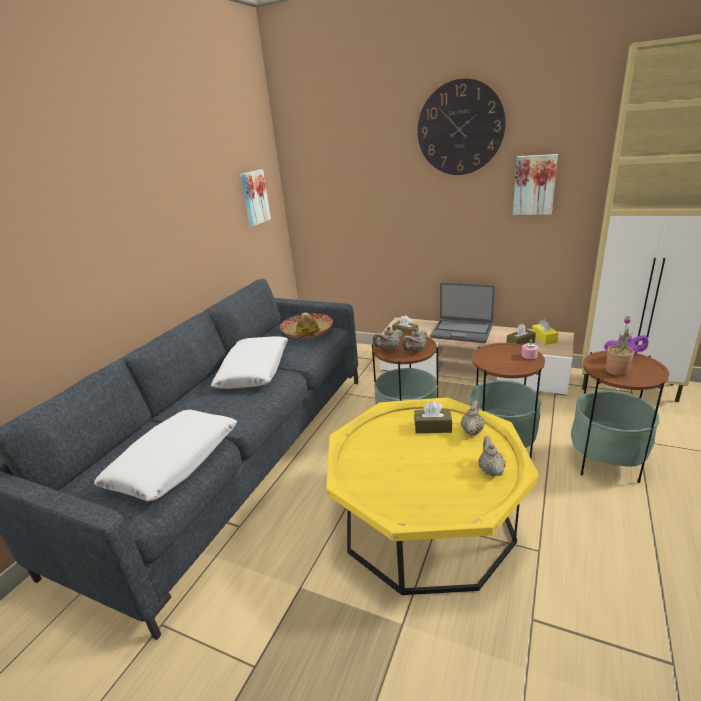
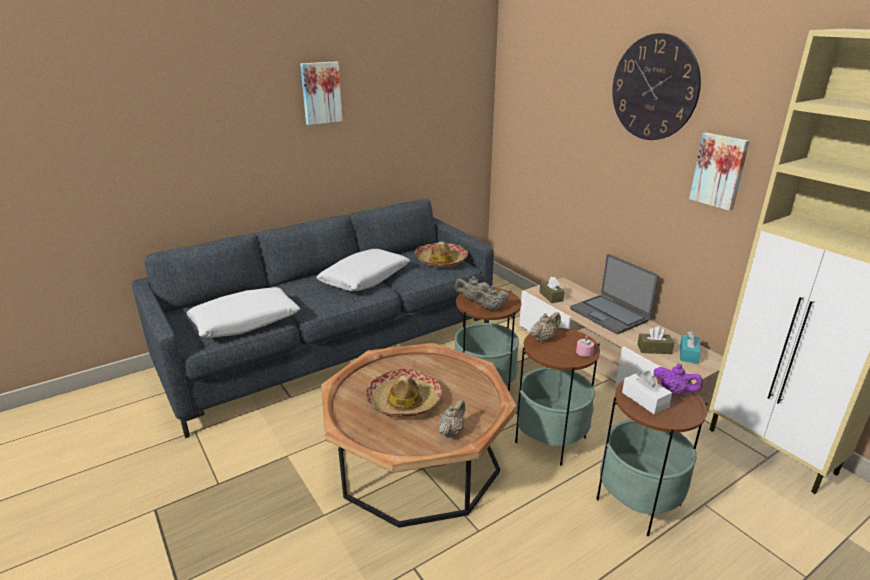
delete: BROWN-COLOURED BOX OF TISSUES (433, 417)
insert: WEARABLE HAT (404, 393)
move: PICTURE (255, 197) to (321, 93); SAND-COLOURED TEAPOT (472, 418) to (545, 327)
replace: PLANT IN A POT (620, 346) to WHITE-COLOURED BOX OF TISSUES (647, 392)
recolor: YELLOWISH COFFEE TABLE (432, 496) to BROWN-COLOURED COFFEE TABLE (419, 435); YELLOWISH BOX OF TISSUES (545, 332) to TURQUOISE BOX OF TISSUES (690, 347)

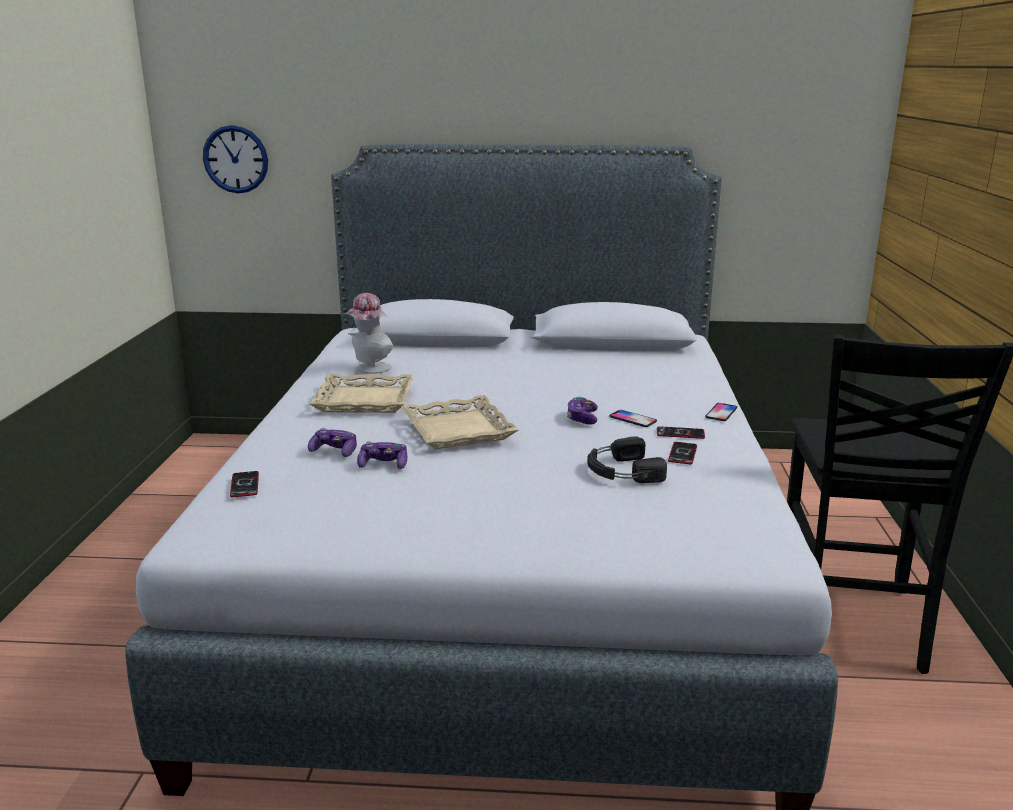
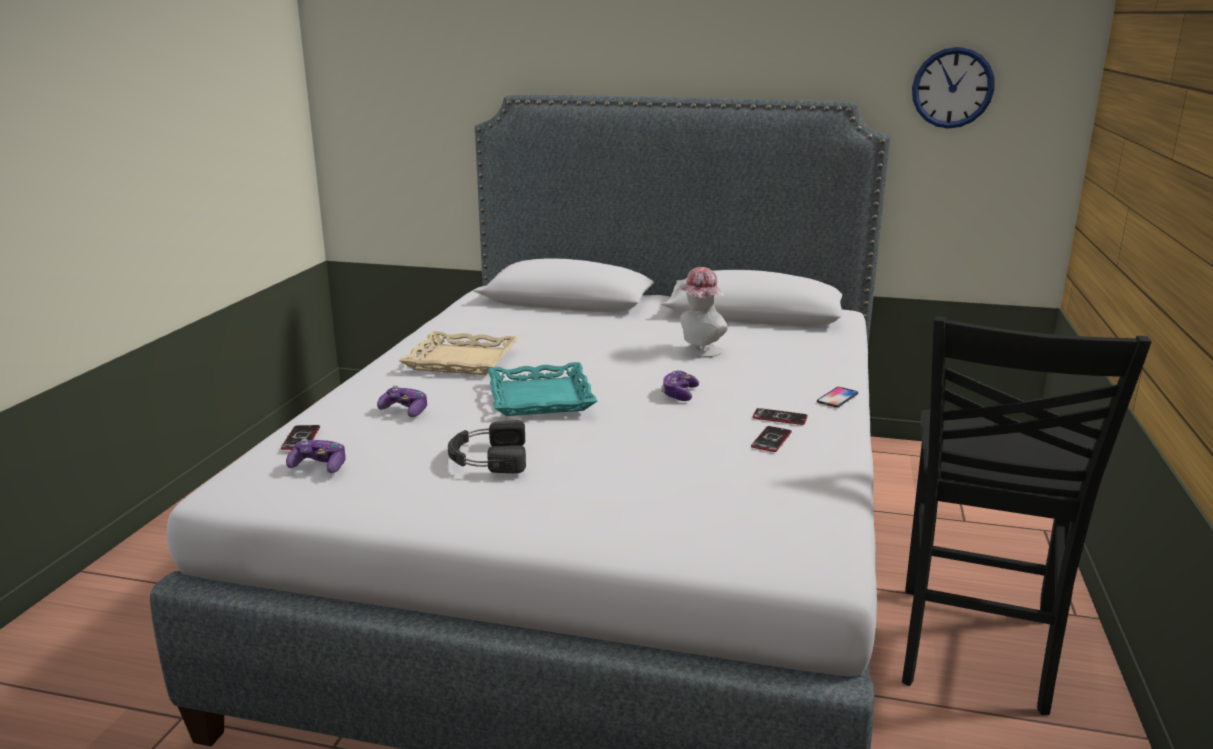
delete: TELEPHONE (633, 418)
move: HANGING CLOCK (235, 159) to (953, 88); WEARABLE HAT (368, 333) to (703, 312); GAME CONTROLLER (382, 455) to (316, 456); BLACK-COLOURED HEADPHONES (627, 459) to (487, 446)
recolor: SAND-COLOURED TRAY (460, 422) to TURQUOISE TRAY (542, 389)

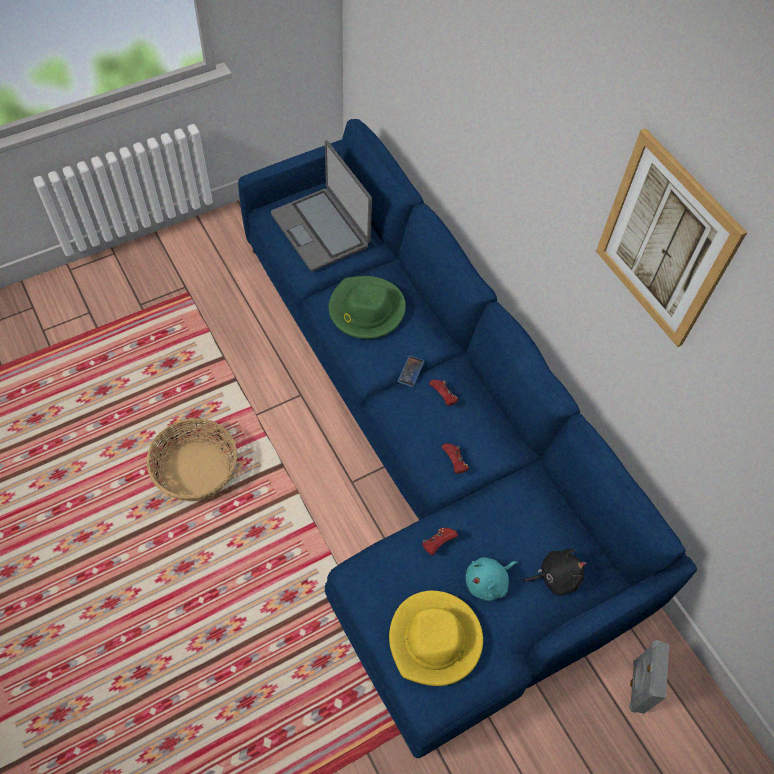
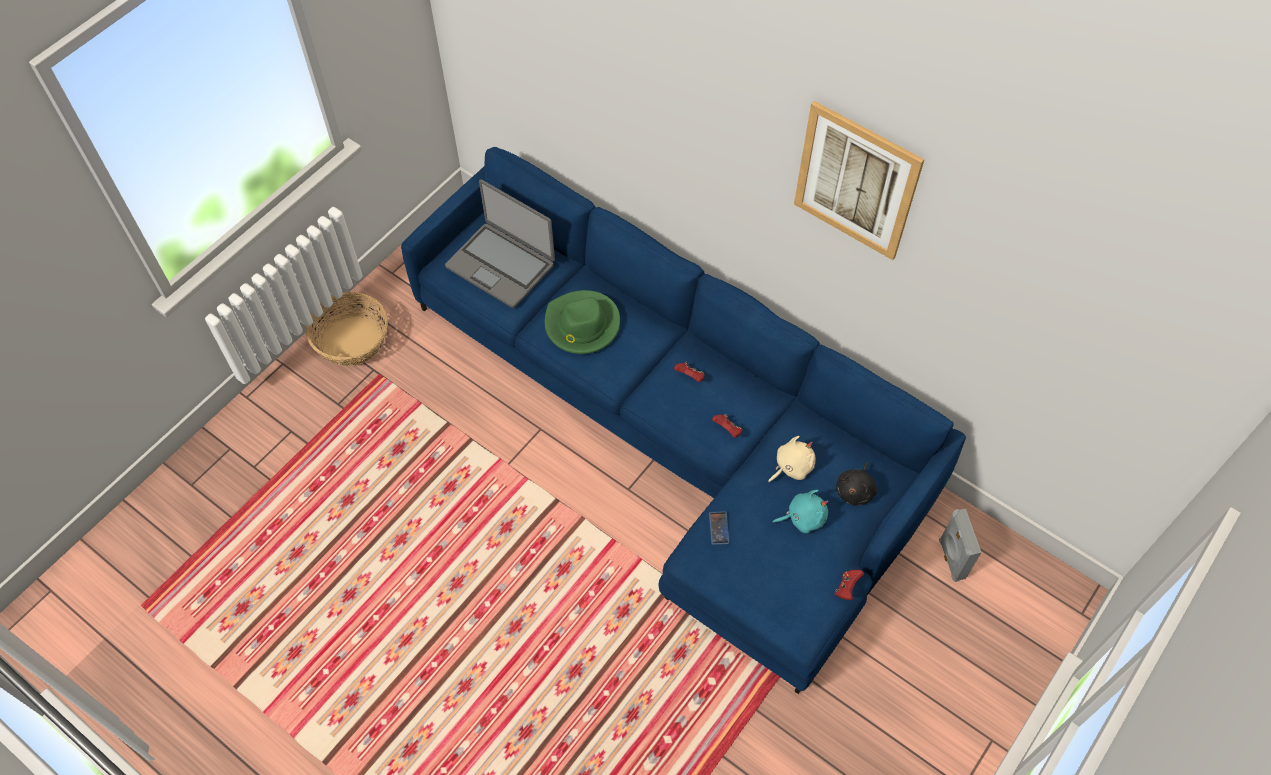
delete: YELLOWISH WEARABLE HAT (436, 638)
insert: SAND-COLOURED CUDDLY TOY (792, 459)
move: BASKET (192, 459) to (347, 329); TELEPHONE (411, 371) to (719, 528); RED GAME CONTROLLER (440, 541) to (849, 585)
rotate: TURQUOISE CUDDLY TOY (491, 579) = (800, 511) 135 degrees counterclockwise; BLACK-COLOURED CUDDLY TOY (554, 572) = (856, 484) 150 degrees clockwise

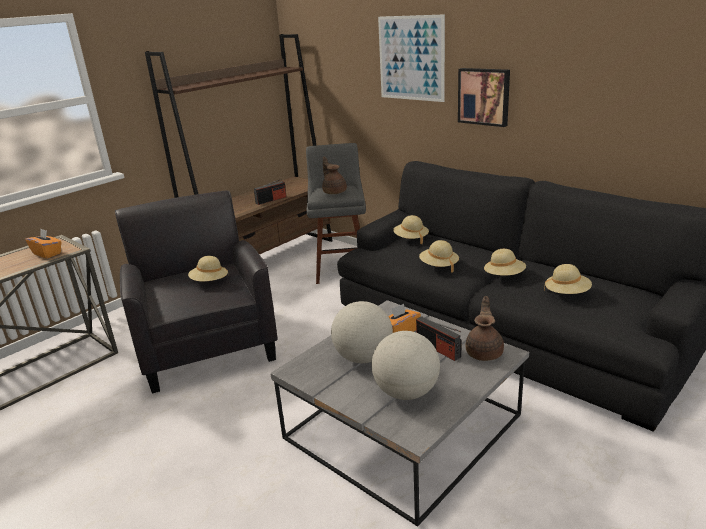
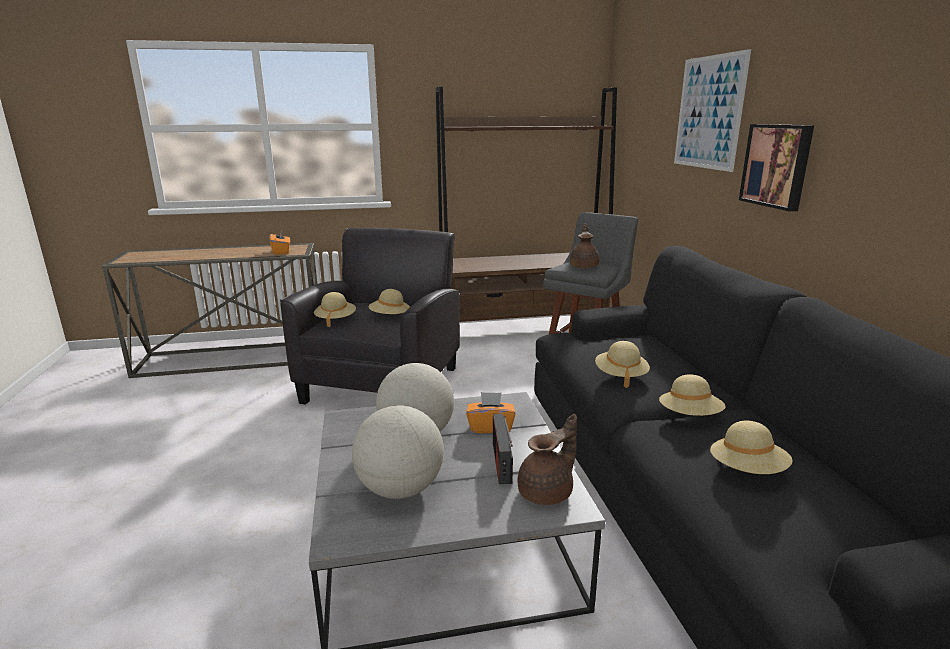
delete: RADIO (270, 192)
move: SAND-COLOURED WEARABLE HAT (411, 229) to (335, 309)

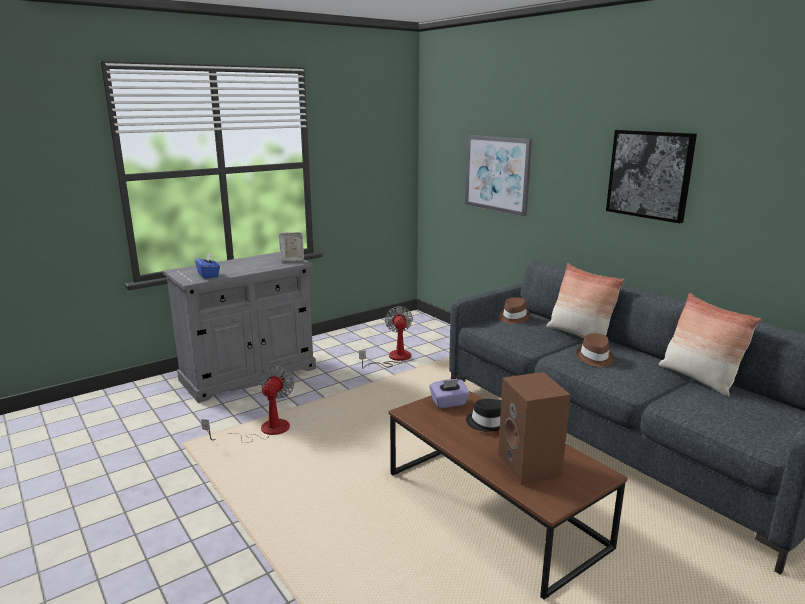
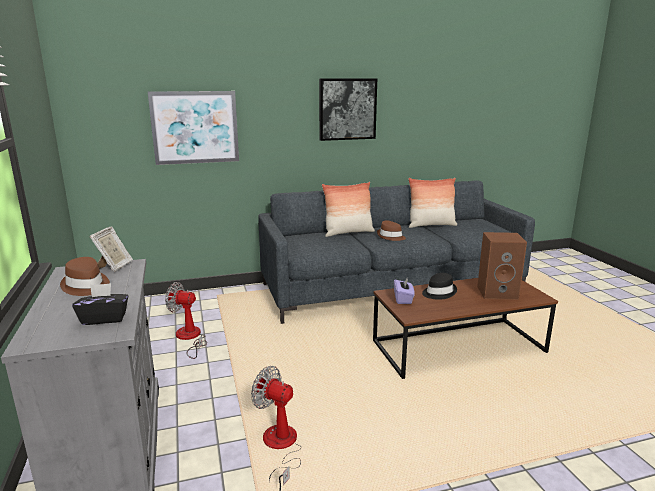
move: BROWN-COLOURED WEARABLE HAT (514, 310) to (85, 276)
recolor: BLUISH BOX OF TISSUES (207, 266) to BLACK-COLOURED BOX OF TISSUES (100, 304)

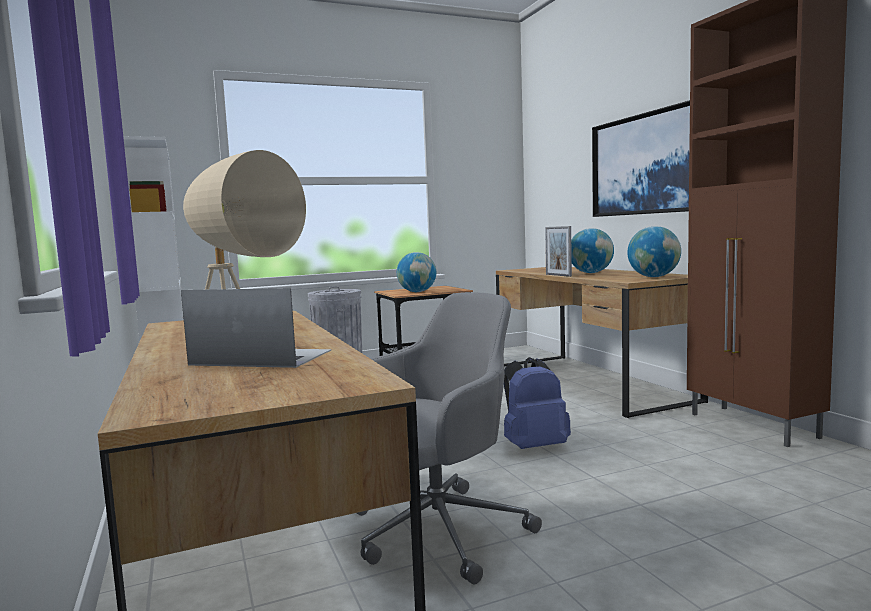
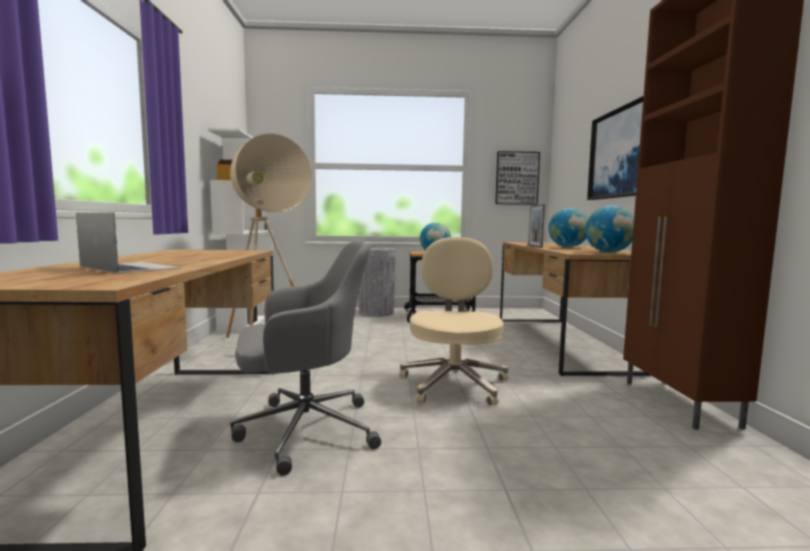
insert: PICTURE (517, 178)
replace: BLUISH KNAPSACK (537, 403) to SAND-COLOURED DESK CHAIR (454, 321)

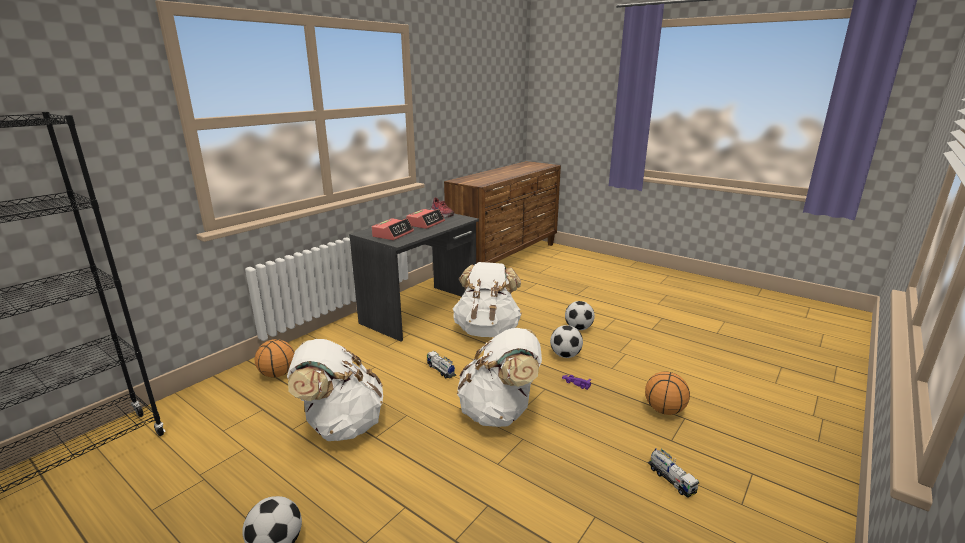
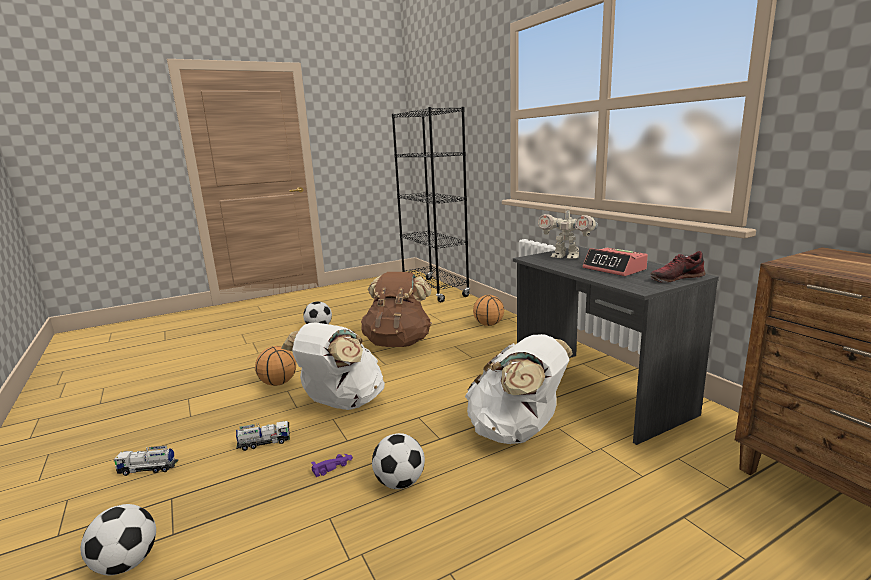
move: TOY TRUCK (441, 365) to (263, 436); FOOTBALL BALL (580, 315) to (118, 539); BASKETBALL BALL (667, 393) to (275, 366)
replace: ALARM CLOCK (393, 229) to MODEL ROBOT (568, 232)
recolor: WHITE-COLOURED KNAPSACK (335, 390) to BROWN-COLOURED KNAPSACK (396, 309)

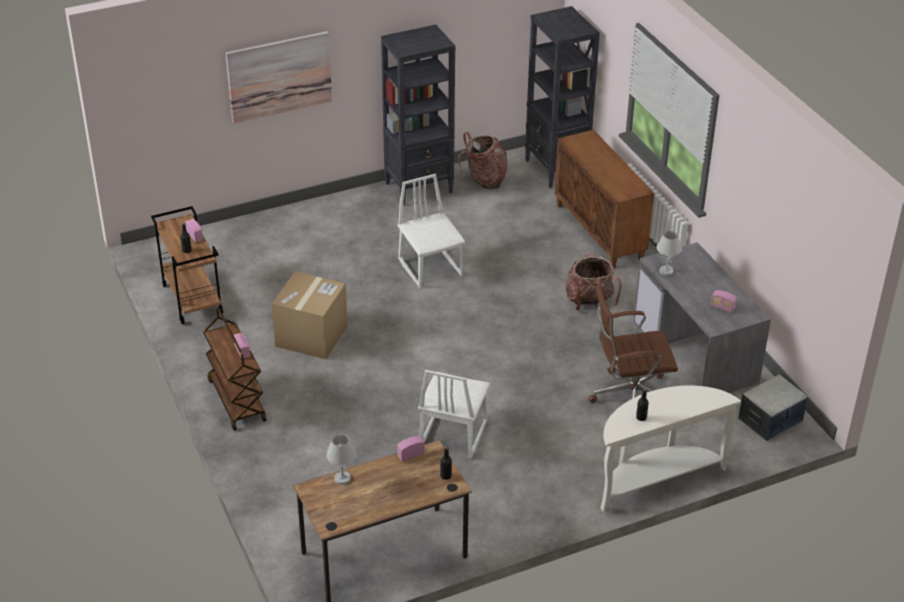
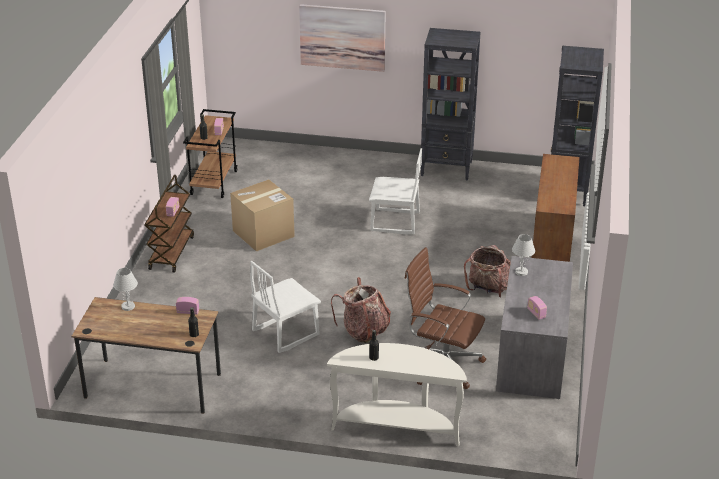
delete: STORAGE BOX (773, 407)
move: KNAPSACK (482, 160) to (361, 310)
rotate: WHITE-COLOURED UPRIGHT CHAIR (431, 231) = (395, 191) 90 degrees clockwise

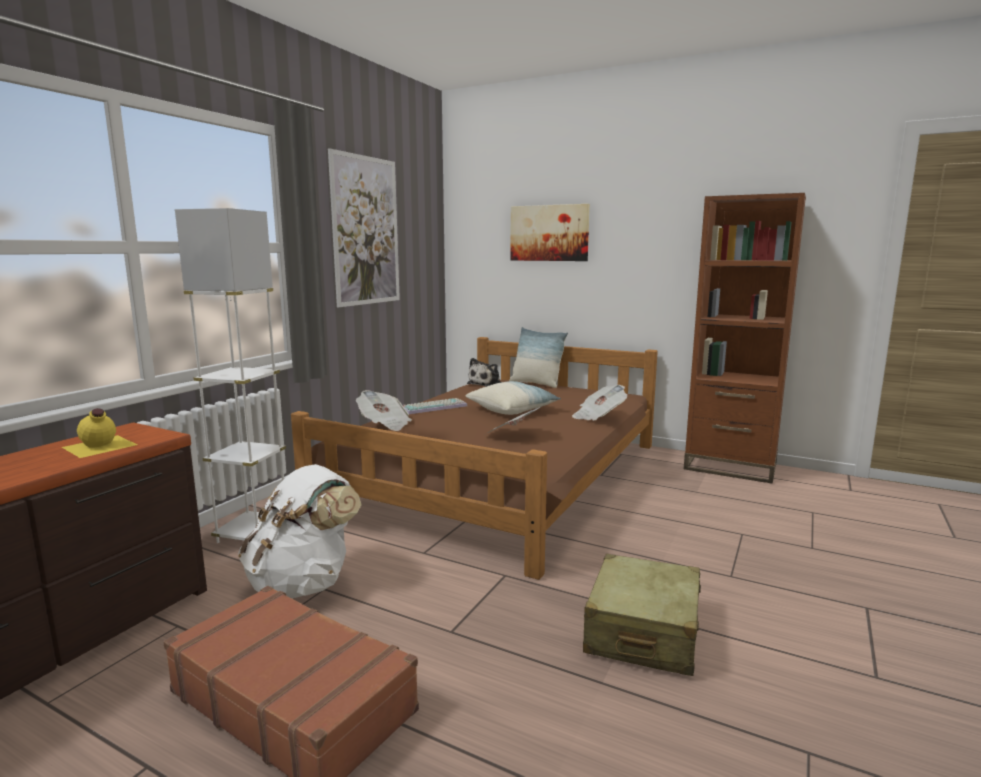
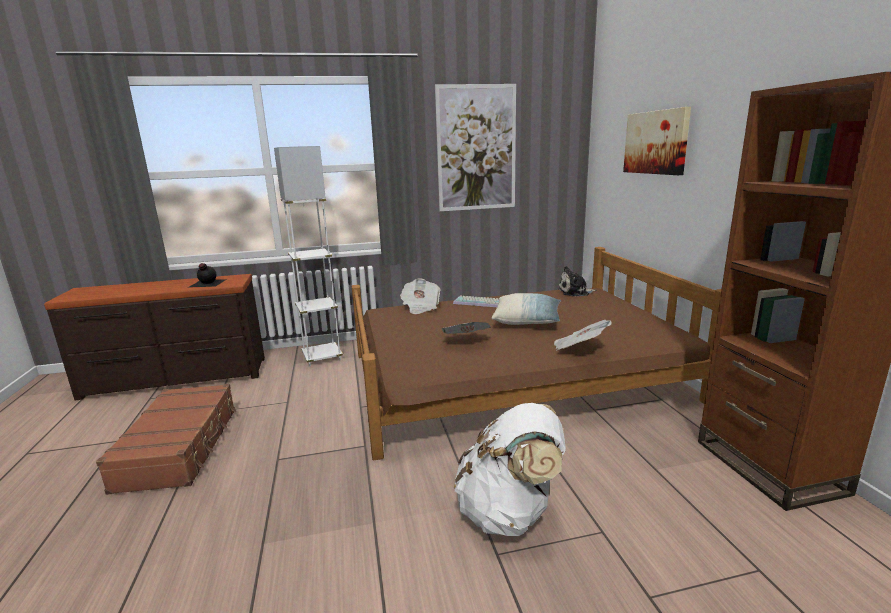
delete: THROW PILLOW (538, 357); SAND-COLOURED SUITCASE (642, 615)
move: WHITE-COLOURED KNAPSACK (300, 531) to (510, 469)
recolor: YELLOWISH BEVERAGE BOTTLE (99, 433) to BLACK-COLOURED BEVERAGE BOTTLE (207, 275)

